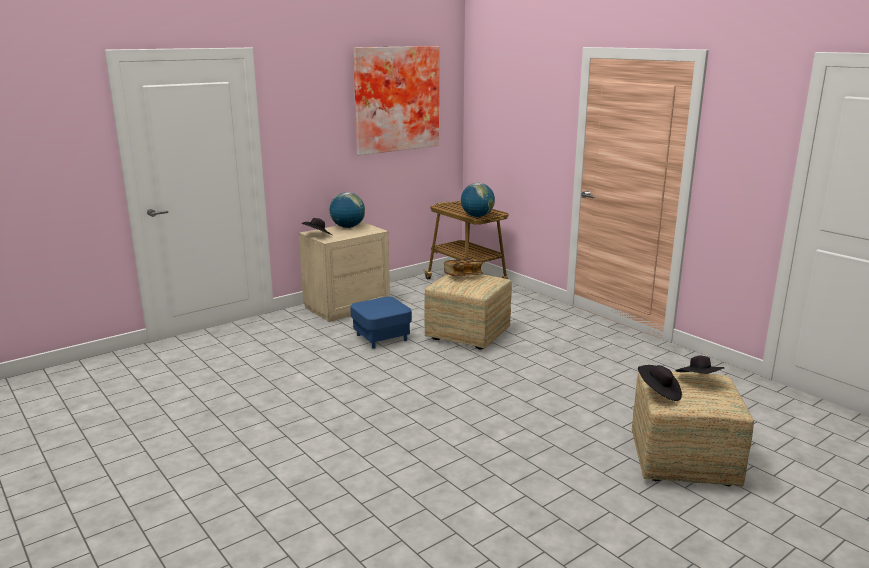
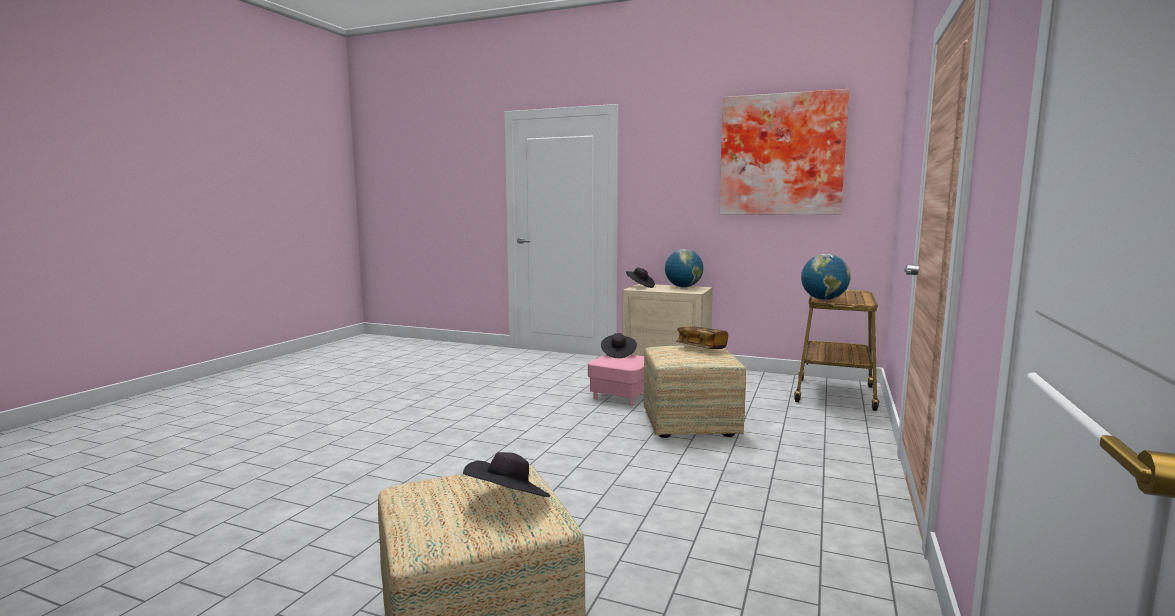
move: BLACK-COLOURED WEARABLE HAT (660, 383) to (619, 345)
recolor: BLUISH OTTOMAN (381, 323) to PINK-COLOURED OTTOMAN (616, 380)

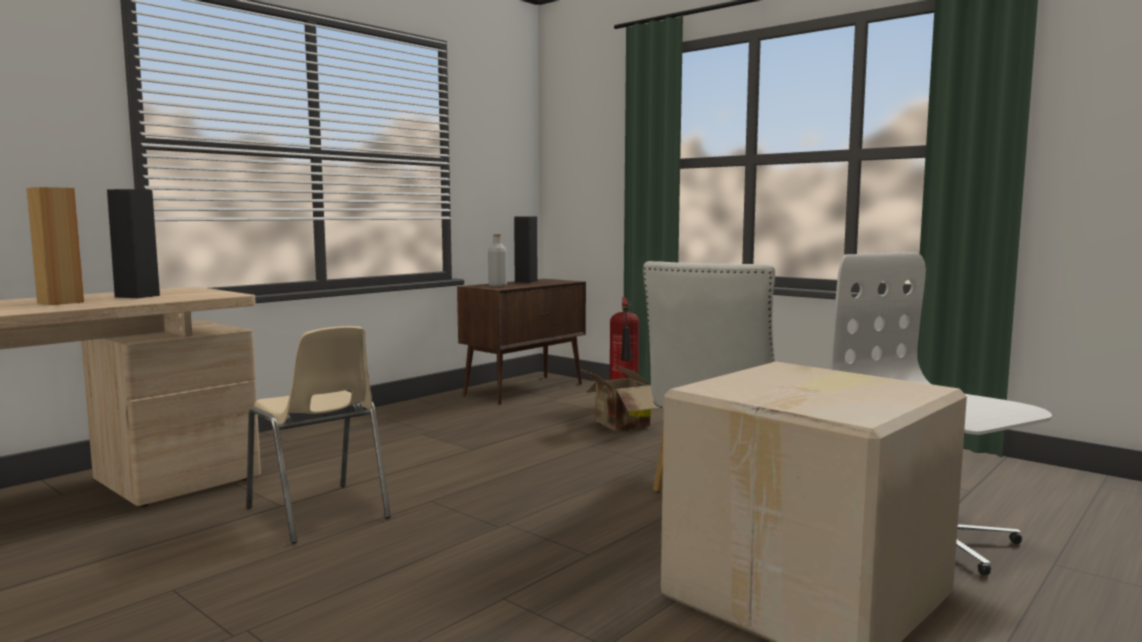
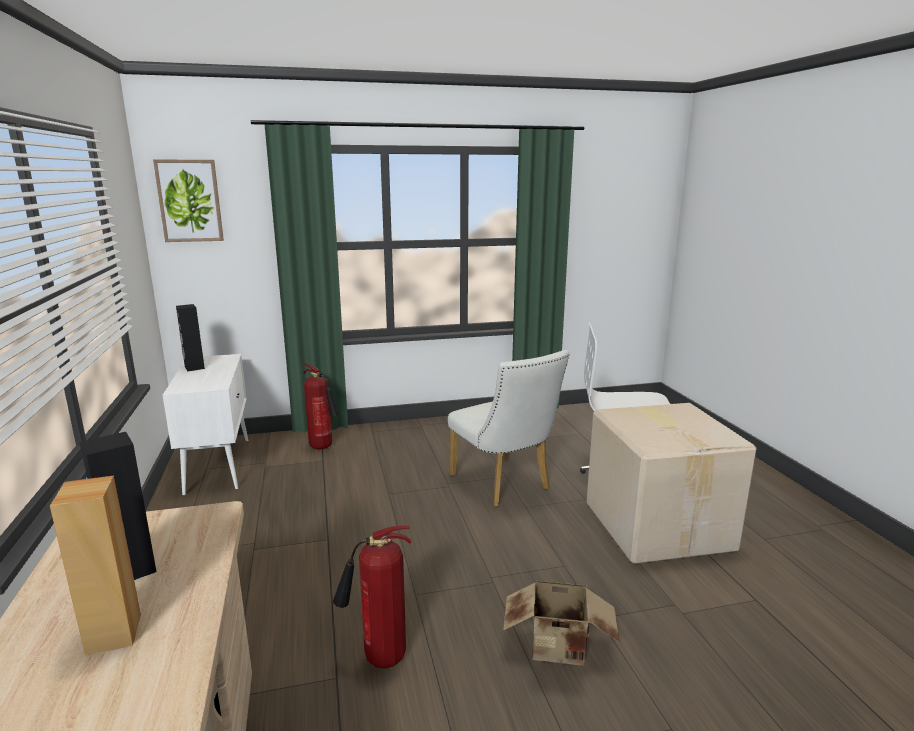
delete: GREY BEVERAGE BOTTLE (497, 260)
insert: PICTURE (188, 201)
move: CARDBOARD BOX (619, 398) to (562, 623)
replace: SAND-COLOURED UPRIGHT CHAIR (318, 435) to FIRE-FIGHTING CYLINDER (372, 597)
recolor: BROWN-COLOURED STORAGE CABINET (521, 342) to WHITE-COLOURED STORAGE CABINET (205, 425)

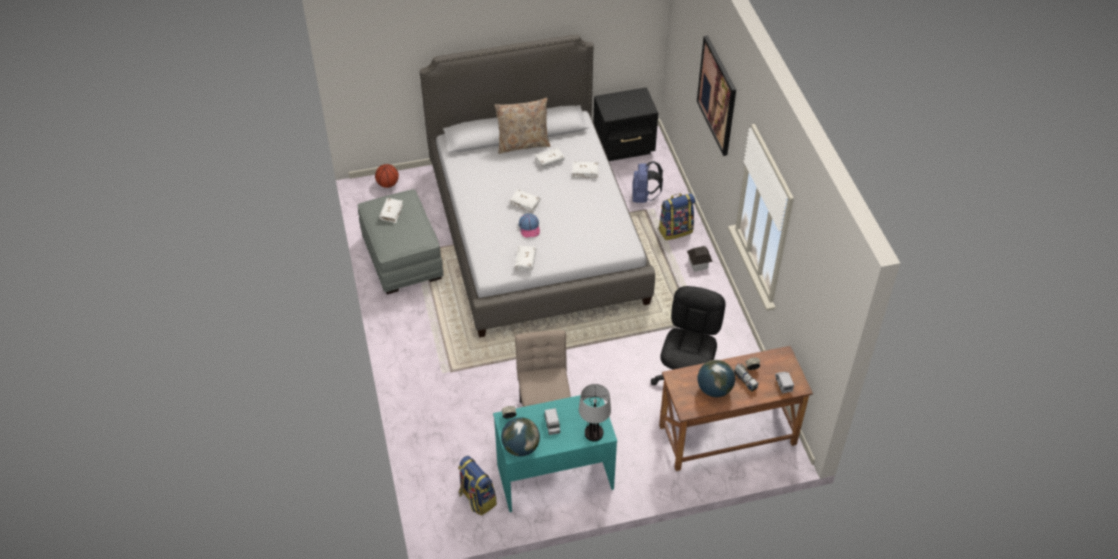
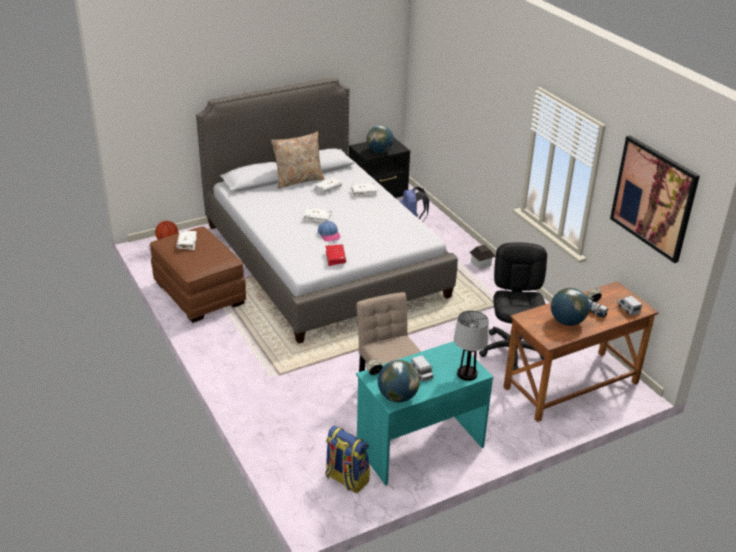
delete: KNAPSACK (677, 216)
insert: WORLD GLOBE (380, 139)
move: PICTURE (716, 95) to (655, 199)
recolor: GREY OTTOMAN (400, 241) to BROWN-COLOURED OTTOMAN (198, 274); WHITE-COLOURED BOOK (525, 258) to RED BOOK (335, 255)

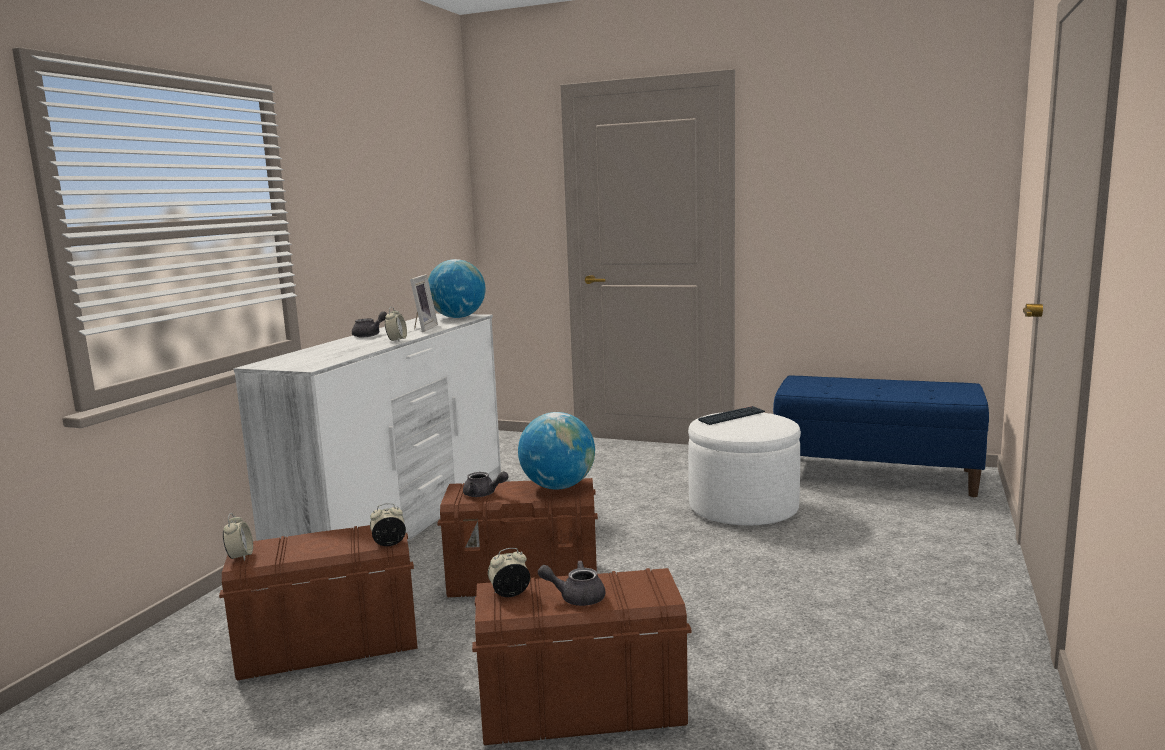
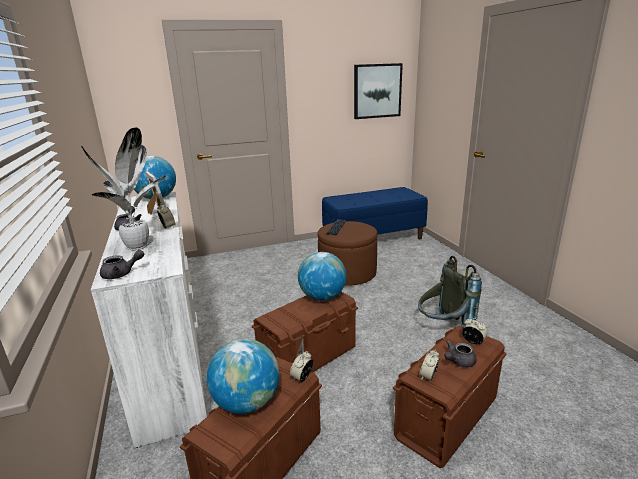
insert: PLANT IN A POT (123, 189); WORLD GLOBE (243, 376); PICTURE (378, 91); GREY KNAPSACK (450, 291)
move: ALARM CLOCK (238, 537) to (475, 331); GREY TEAPOT (485, 484) to (122, 264)
recolor: WHITE-COLOURED OTTOMAN (744, 468) to BROWN-COLOURED OTTOMAN (348, 253)

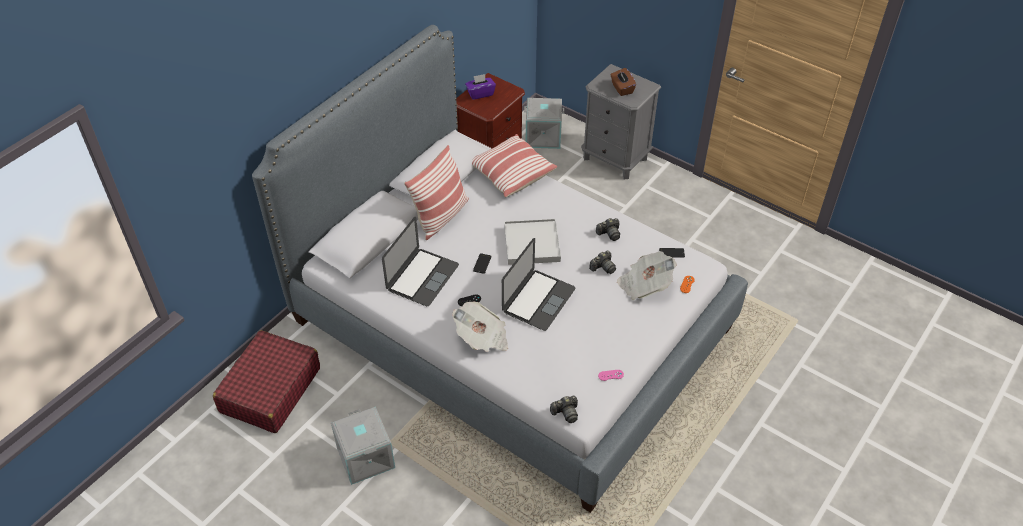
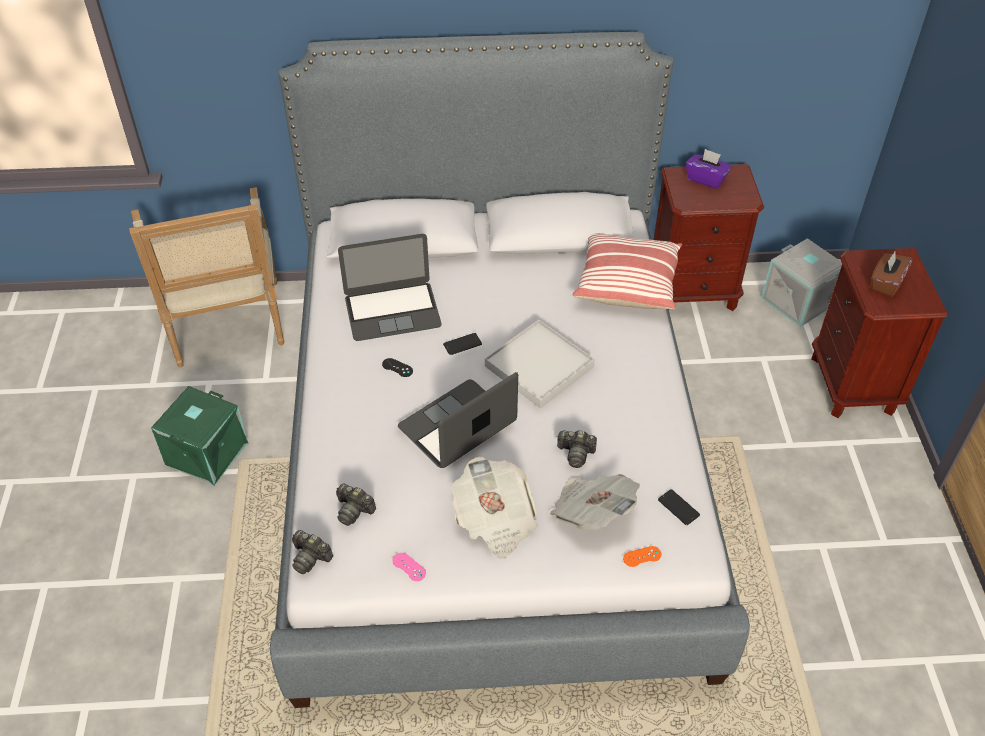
delete: THROW PILLOW (436, 192)
move: NEWSPAPER (480, 327) to (495, 507); STILL CAMERA (608, 229) to (356, 504)
replace: RED SUITCASE (266, 381) to ARMCHAIR (206, 277)
recolor: GREY STORAGE BOX (363, 445) to GREENISH STORAGE BOX (199, 436); GREY NIGHT TABLE (621, 121) to BROWN-COLOURED NIGHT TABLE (879, 333)
rotate: NOTEBOOK COMPUTER (538, 284) = (458, 420) 150 degrees clockwise

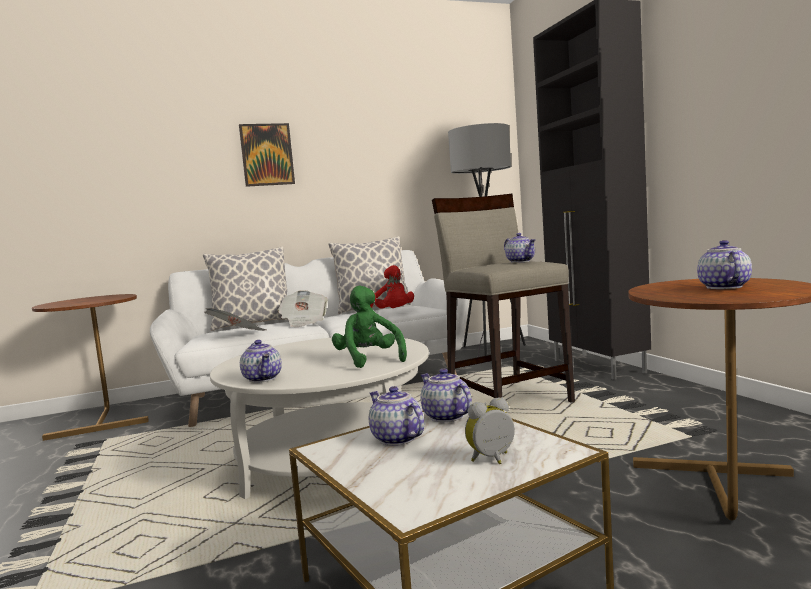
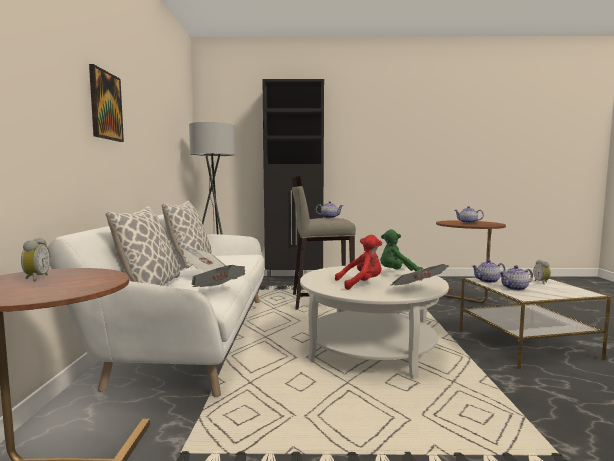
insert: ALARM CLOCK (36, 259)
move: RED CUDDLY TOY (392, 287) to (358, 262)
replace: TEAPOT (261, 361) to NEWSPAPER (420, 274)

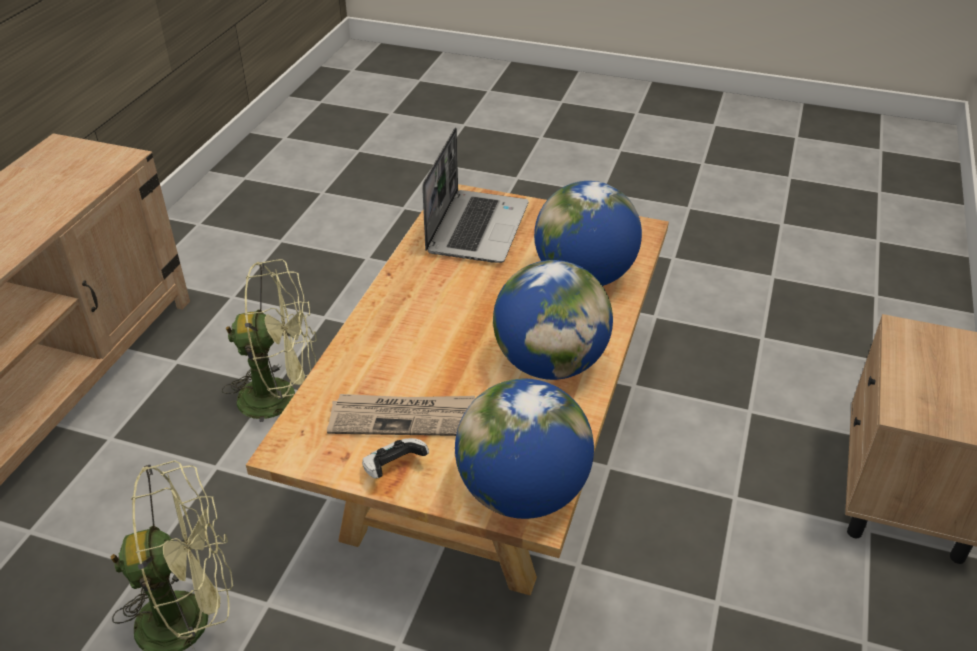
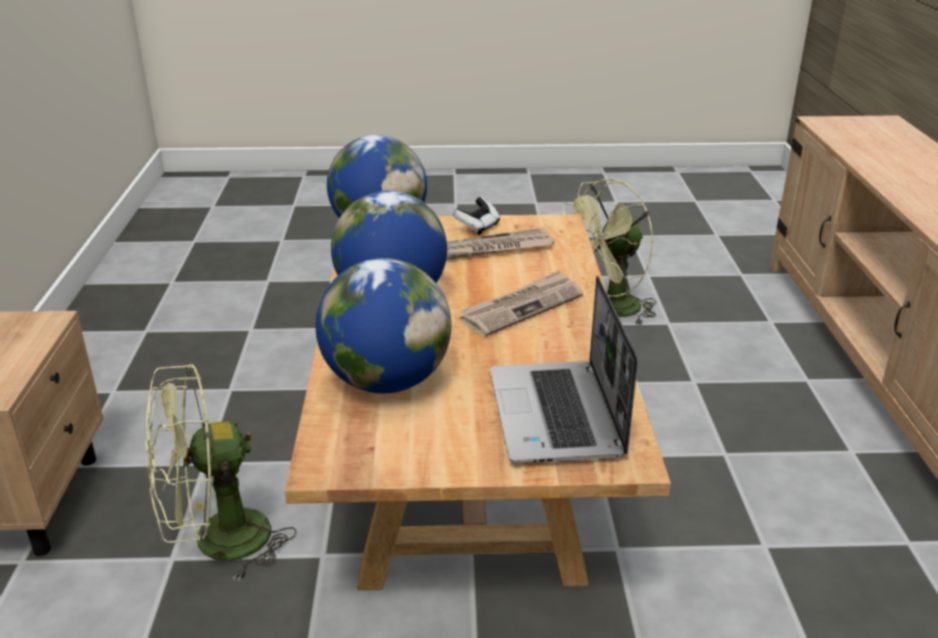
insert: NEWSPAPER (521, 303)
move: GREENISH ELECTRIC FAN (269, 340) to (221, 473)

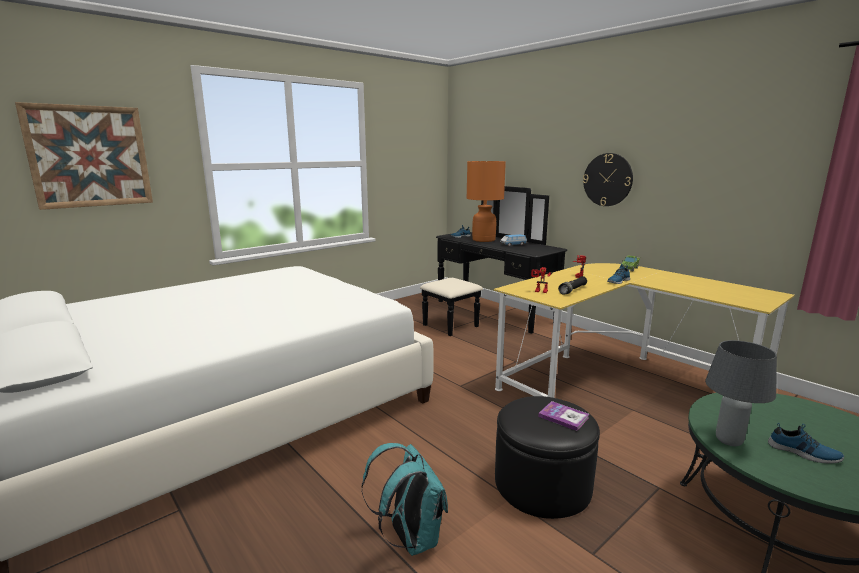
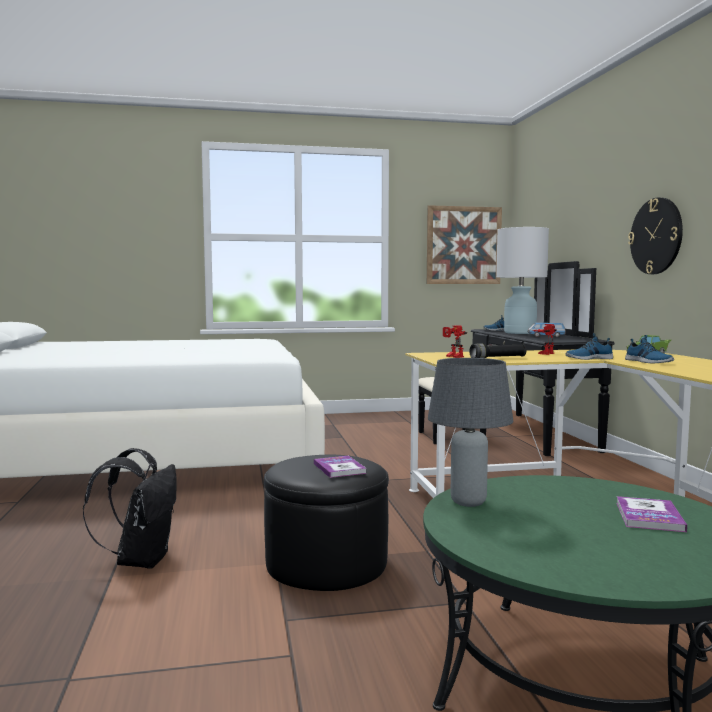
insert: BOOK (652, 514)
move: PICTURE (84, 156) to (464, 244); ITEM OF FOOTWEAR (806, 443) to (649, 349)
recolor: TURQUOISE KNAPSACK (405, 499) to BLACK-COLOURED KNAPSACK (130, 508); ORANGE-COLOURED TABLETOP LAMP (486, 201) to WHITE-COLOURED TABLETOP LAMP (522, 280)

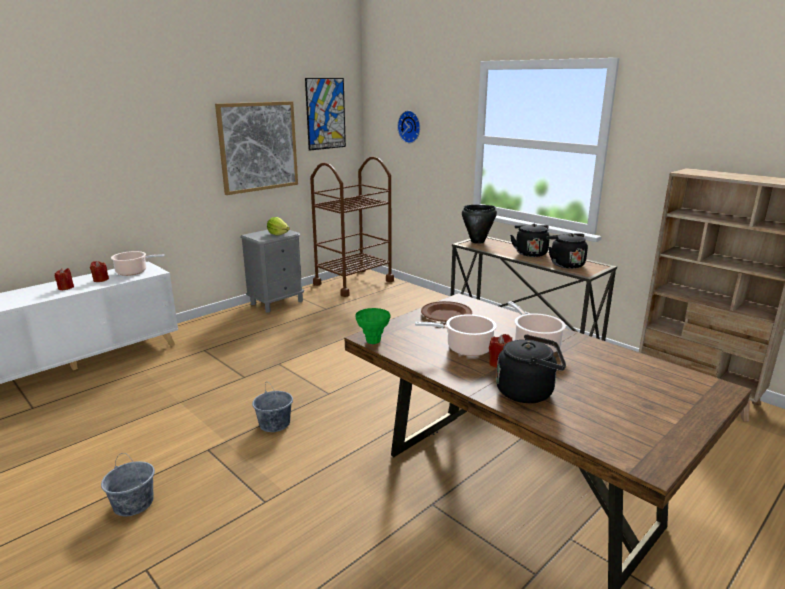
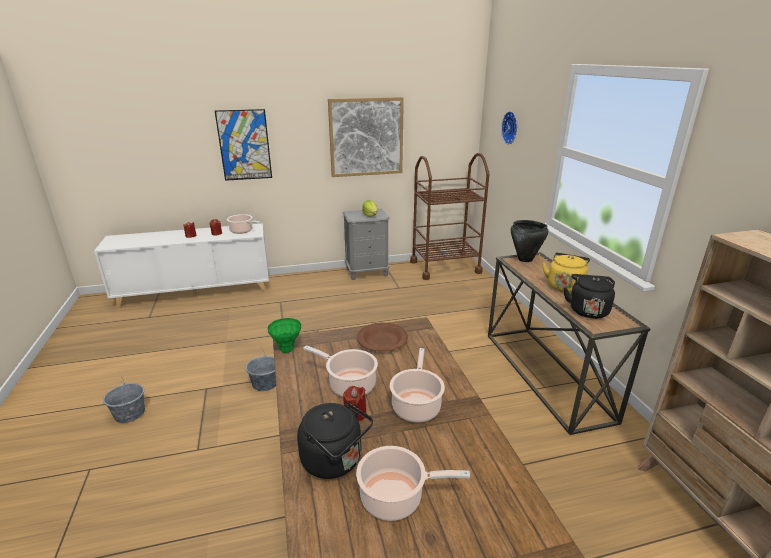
insert: COOKING POT (413, 483)
move: PICTURE (325, 114) to (243, 145)
recolor: BLACK-COLOURED KETTLE (530, 240) to YELLOWISH KETTLE (566, 272)

